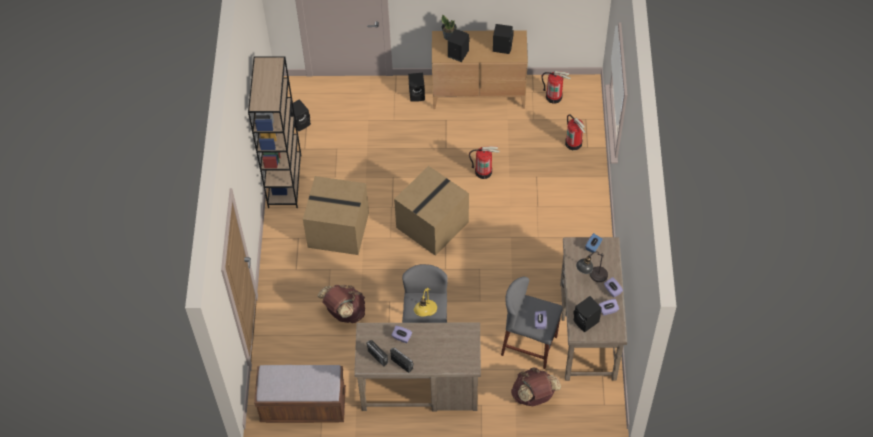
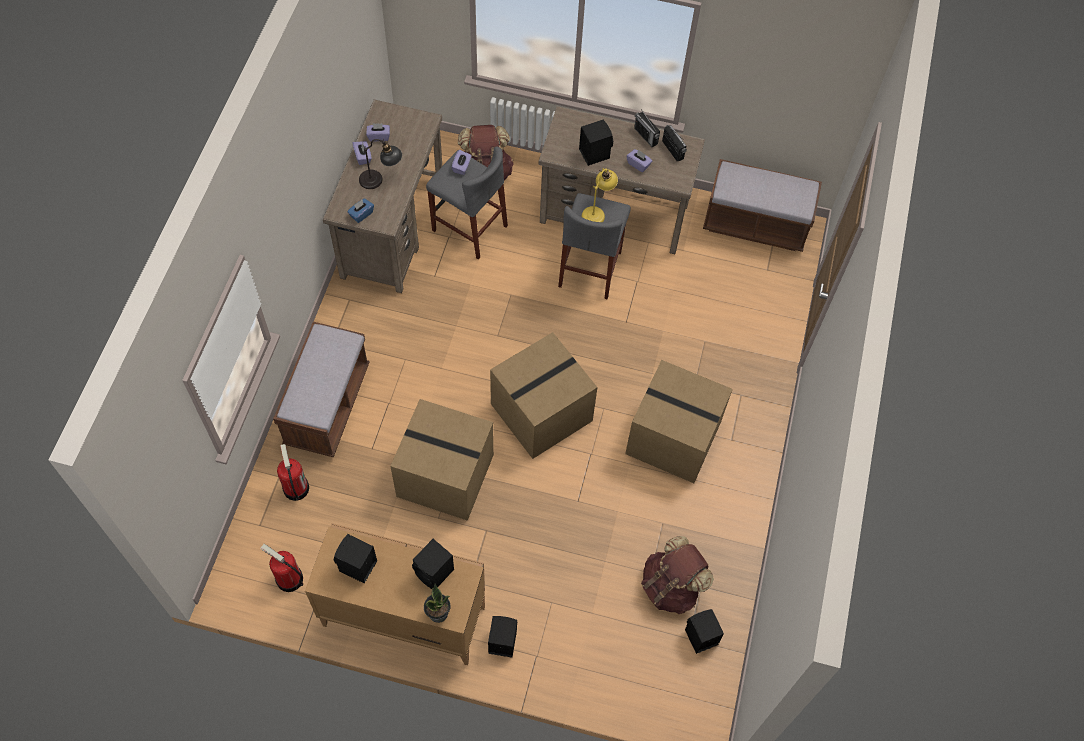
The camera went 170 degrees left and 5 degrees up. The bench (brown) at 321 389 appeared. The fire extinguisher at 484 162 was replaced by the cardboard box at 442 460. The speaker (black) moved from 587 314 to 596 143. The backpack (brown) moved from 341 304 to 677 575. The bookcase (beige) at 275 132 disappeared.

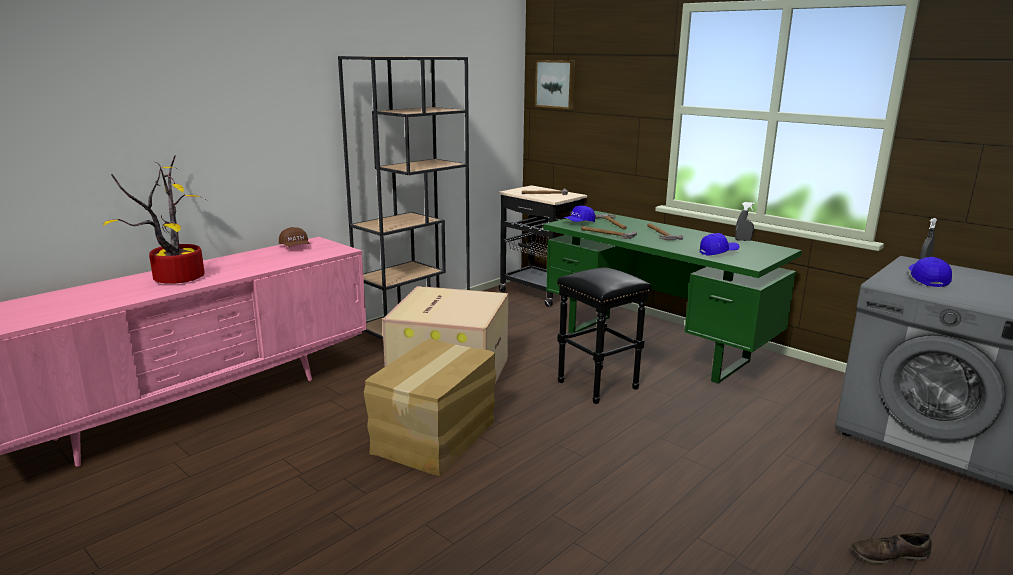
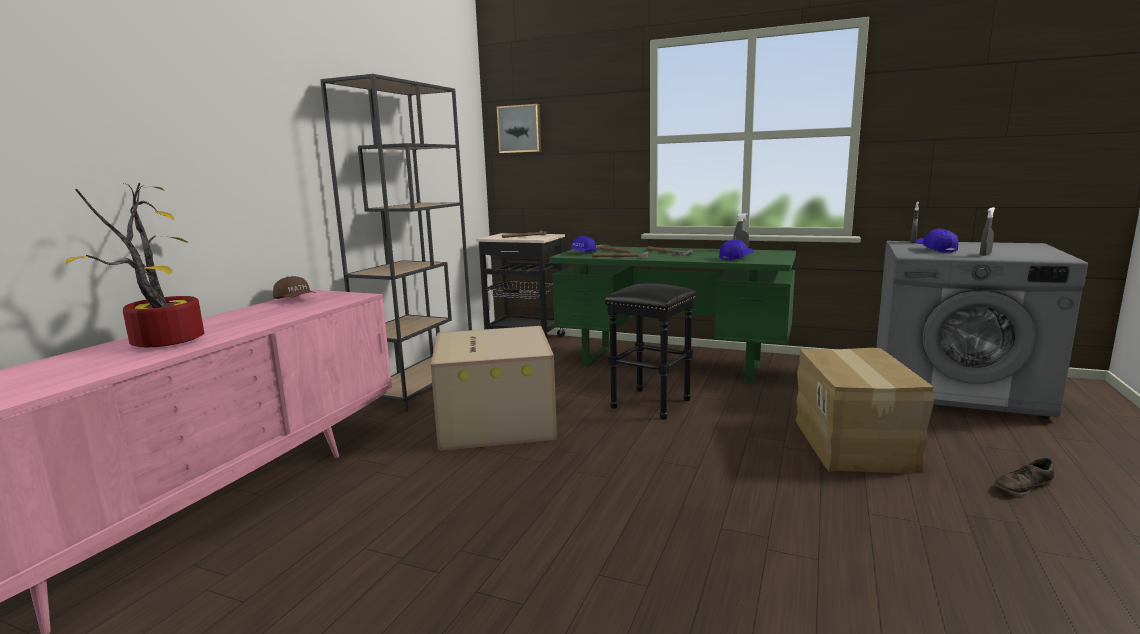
The camera went 20 degrees left and 5 degrees down. The cardboard box moved from 430 407 to 865 411. The spray bottle (grey) at 987 231 appeared.

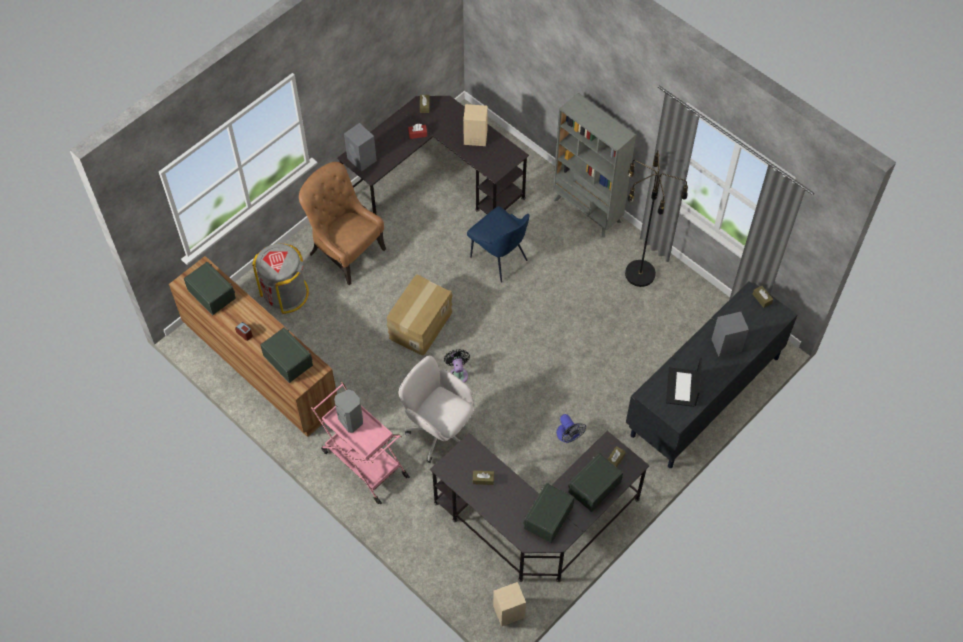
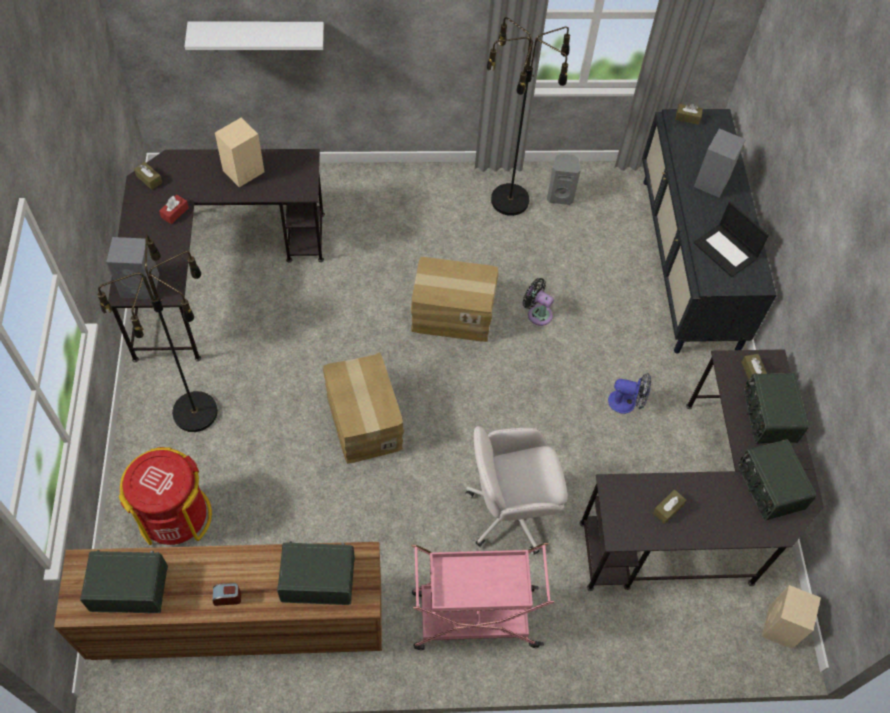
The camera went 50 degrees left and 0 degrees up. The chair (brown) at 342 223 was replaced by the floor lamp at 158 333. The trash can (grey) at 280 279 became the trash can (red) at 165 496. The shelf (white) at 254 36 appeared. The cardboard box at 454 299 appeared. The fan (black) moved from 457 366 to 538 302. The speaker (grey) moved from 348 411 to 564 179. The chair (blue) at 498 244 disappeared. The bookcase (grey) at 594 165 disappeared.

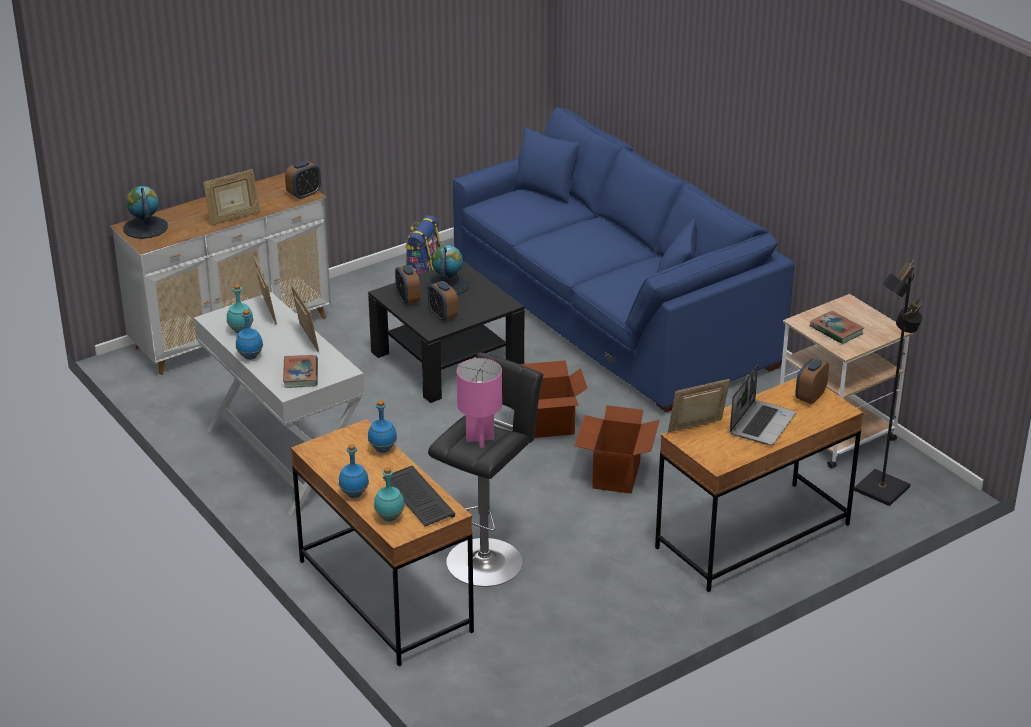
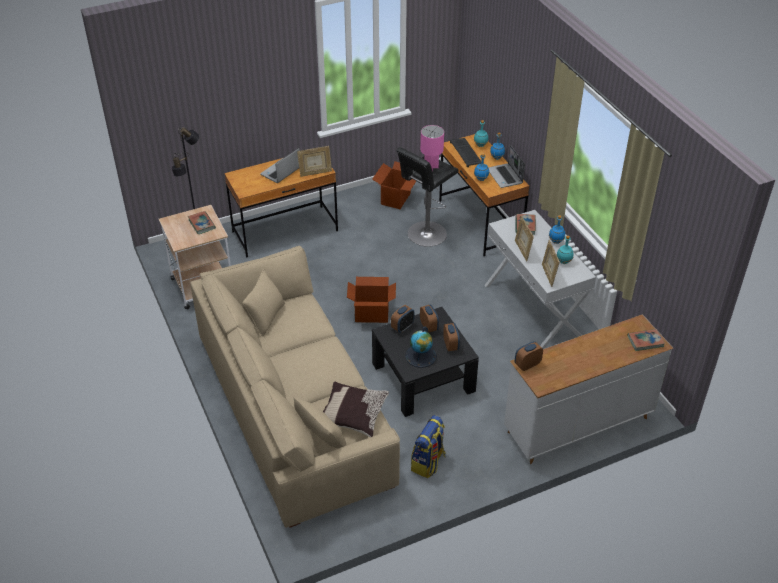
The camera went 170 degrees left and 10 degrees up. The sofa (blue) at 623 259 became the sofa (beige) at 295 387. The pillow at 356 409 appeared. The cardboard box moved from 617 449 to 394 185. The alarm clock moved from 812 381 to 402 319. The laptop at 506 166 appeared. The globe at 145 212 was replaced by the book at 646 340. The picture frame at 231 197 disappeared.

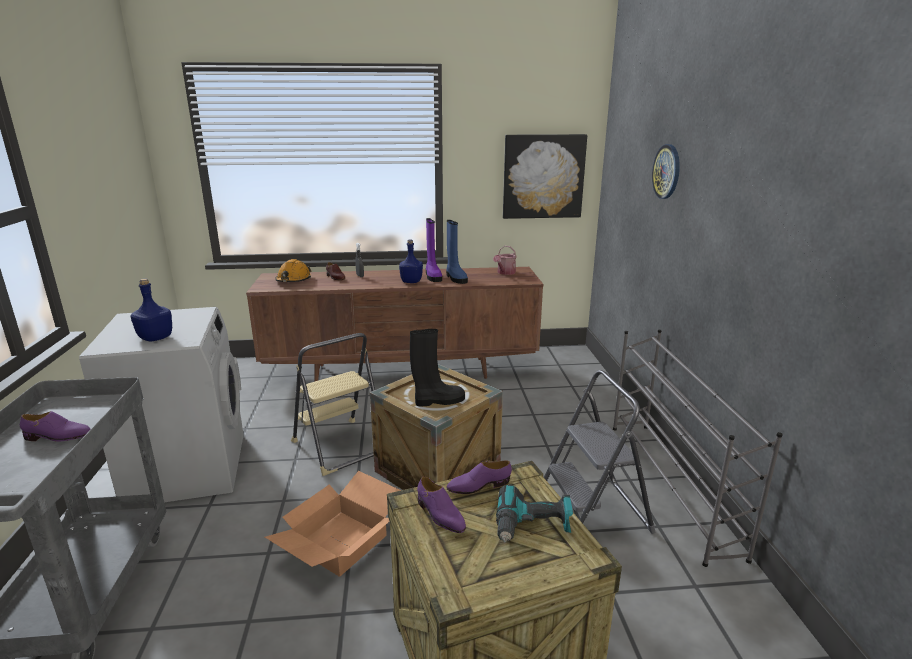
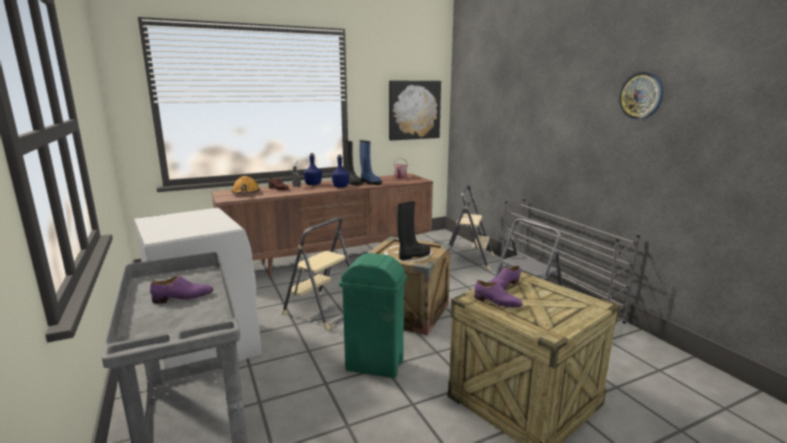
The camera went 20 degrees left and 5 degrees down. The bottle (blue) moved from 151 310 to 312 169. The cardboard box at 333 524 was replaced by the trash can (green) at 373 315. The boot (purple) at 434 250 became the boot (black) at 352 163. The step ladder (beige) at 472 227 appeared. The wall clock moved from 666 171 to 641 95. The power drill at 534 513 disappeared.

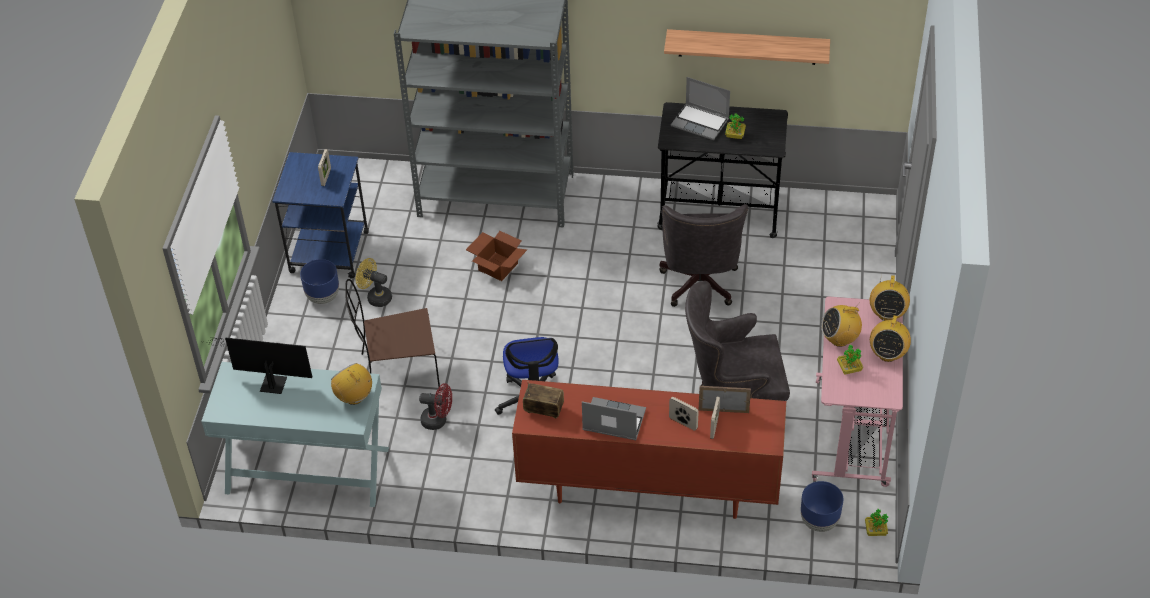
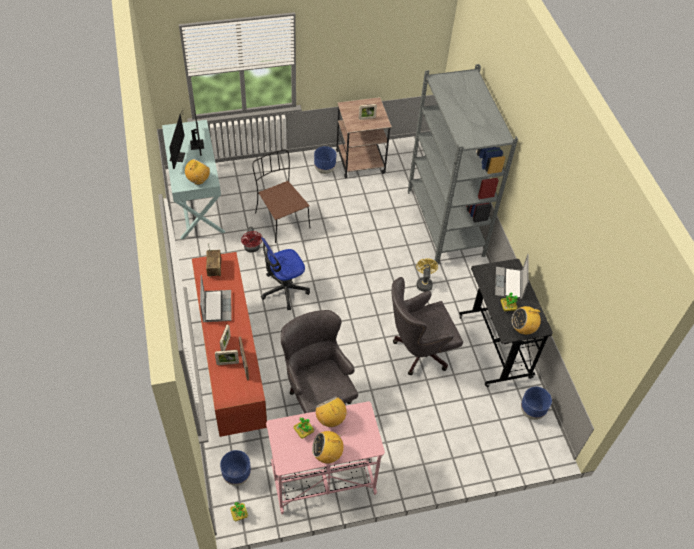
The camera went 65 degrees right and 5 degrees up. The monitor at 177 138 appeared. The cart (blue) at 320 215 became the cart (brown) at 364 137. The fan (yellow) moved from 374 282 to 427 275. The radio moved from 890 297 to 526 320. The planter (blue) at 536 403 appeared. The cardboard box at 496 256 disappeared. The shelf at 747 47 disappeared.

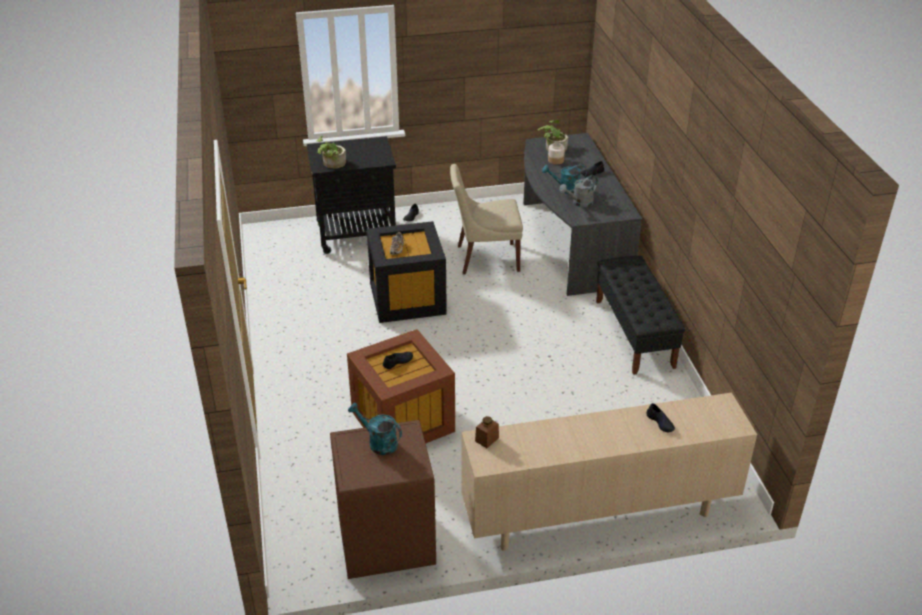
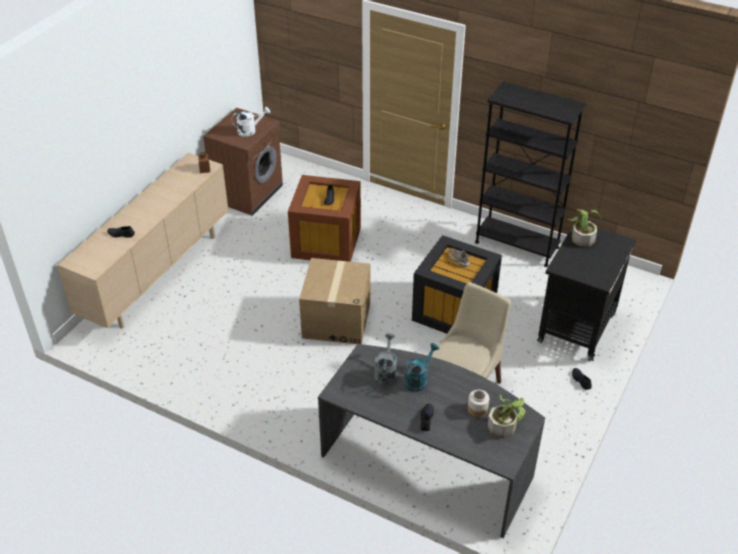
The camera went 130 degrees right and 5 degrees up. The watering can (turquoise) at 375 429 became the watering can (white) at 250 122. The cardboard box at 334 301 appeared. The bookcase (black) at 530 174 appeared. The bench (black) at 640 315 disappeared.

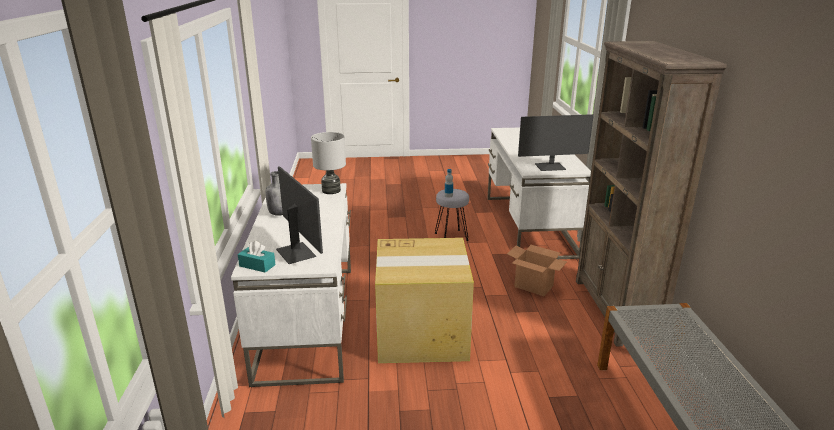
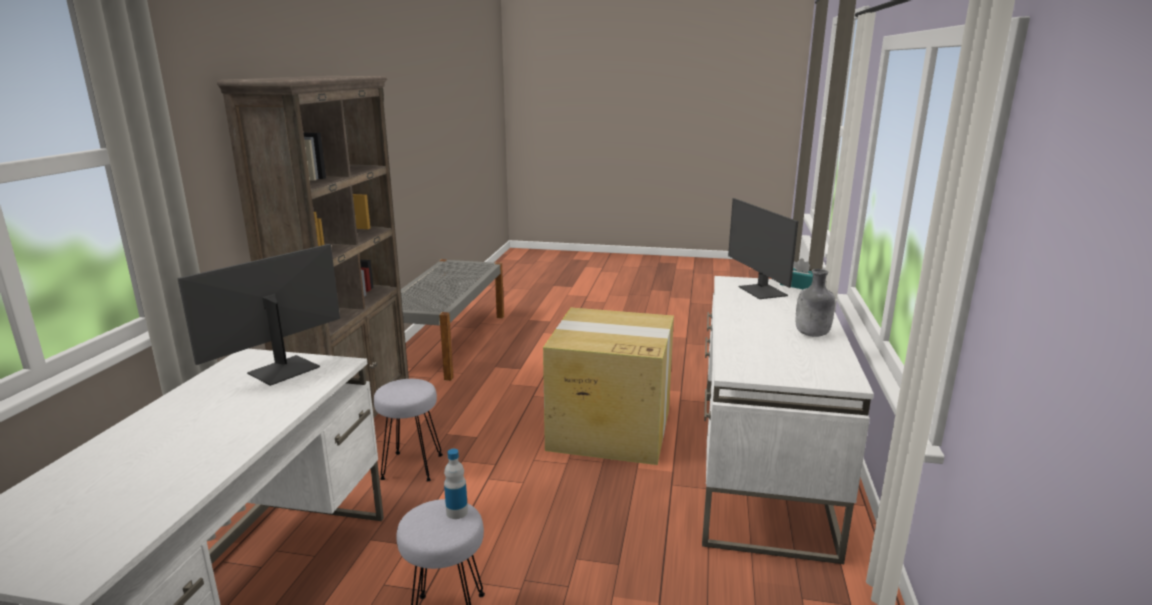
The camera went 165 degrees left and 5 degrees down. The monitor at 556 142 turned 60 degrees counterclockwise. The cardboard box at 537 270 was replaced by the stool (grey) at 408 430. The table lamp (grey) at 328 163 disappeared.

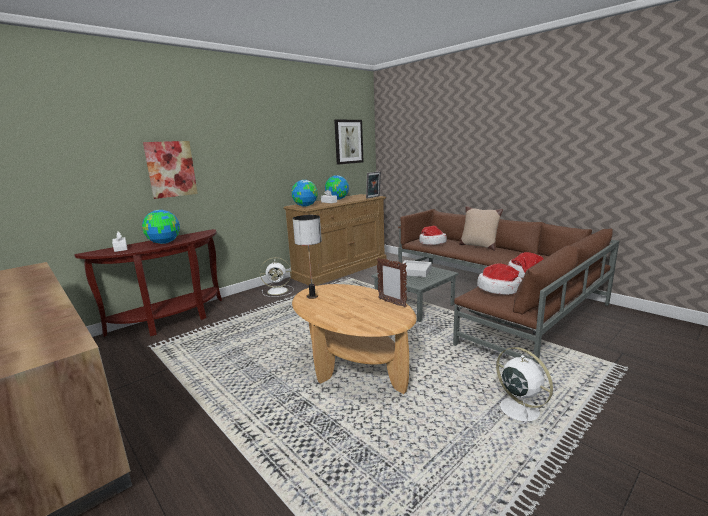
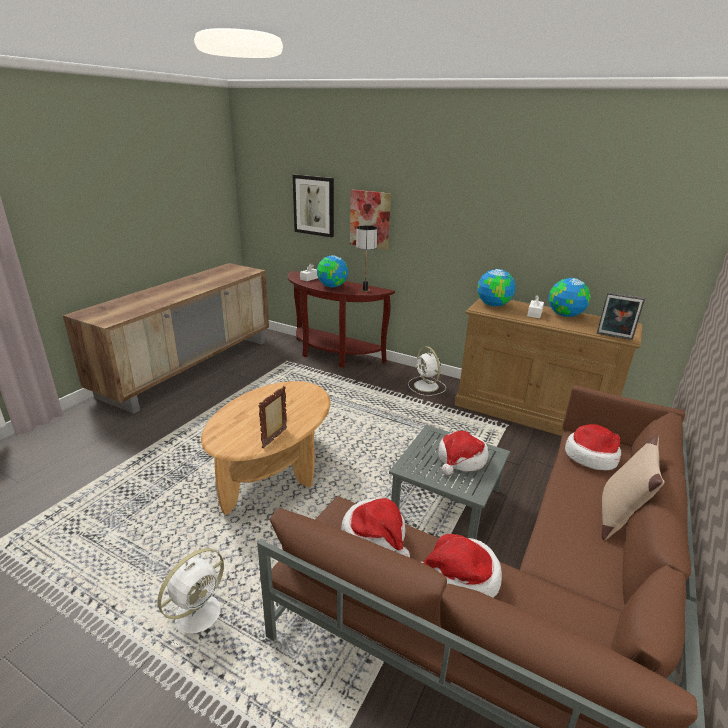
The camera went 70 degrees right and 10 degrees up. The picture moved from 349 142 to 313 206. The table lamp moved from 307 257 to 367 258. The tray (grey) at 417 268 was replaced by the hat at 463 453.

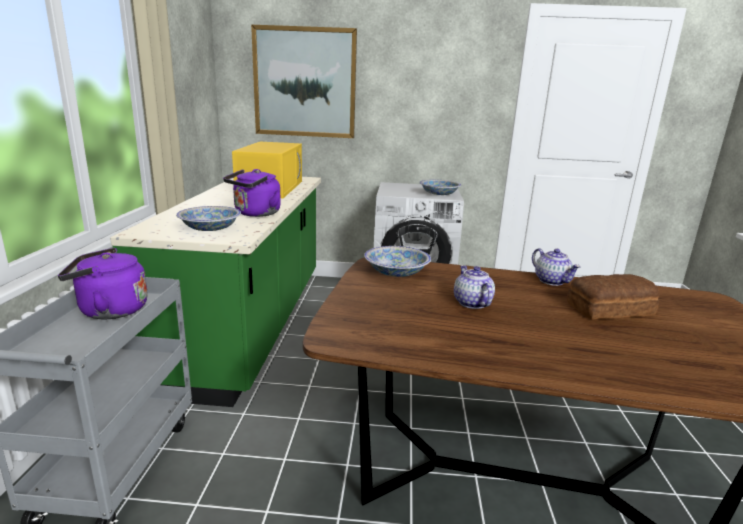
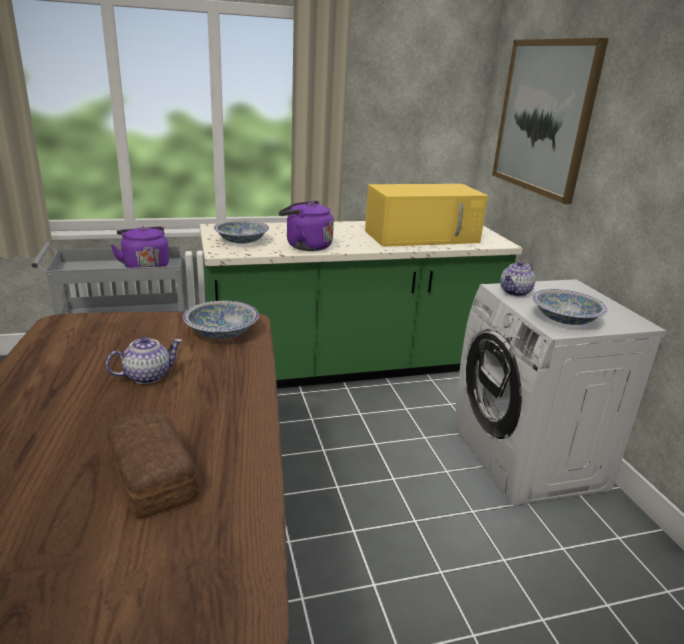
The camera went 70 degrees right and 5 degrees up. The teapot moved from 556 267 to 517 278.

